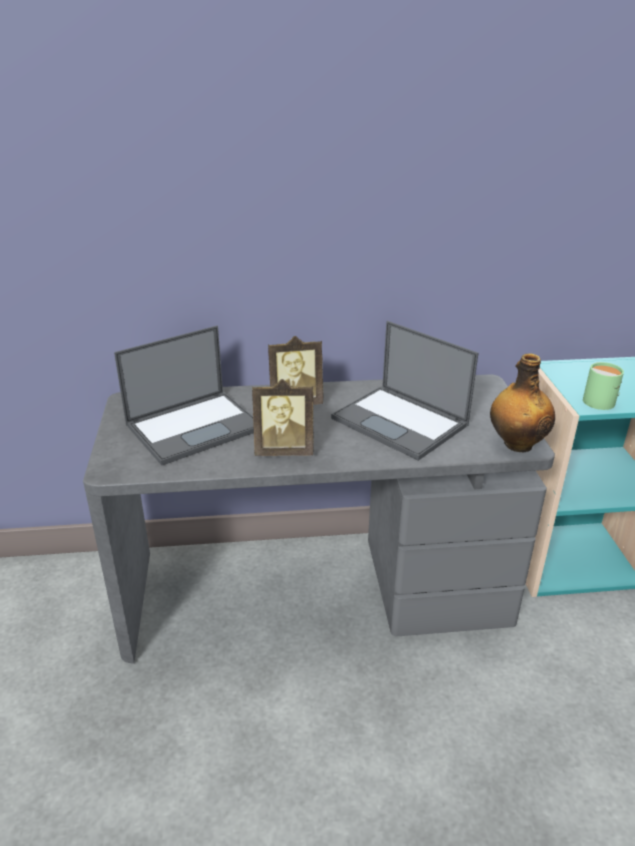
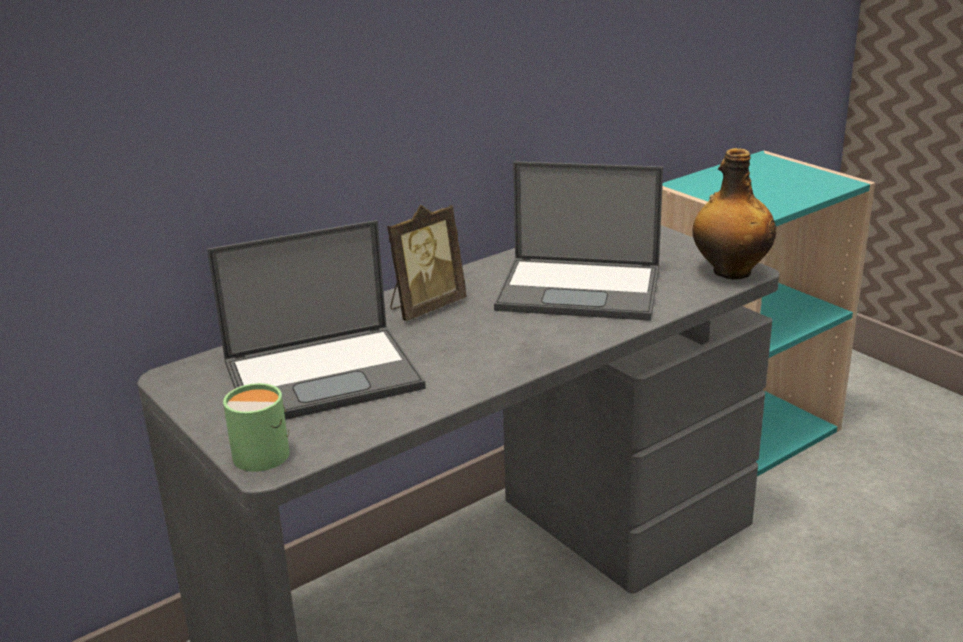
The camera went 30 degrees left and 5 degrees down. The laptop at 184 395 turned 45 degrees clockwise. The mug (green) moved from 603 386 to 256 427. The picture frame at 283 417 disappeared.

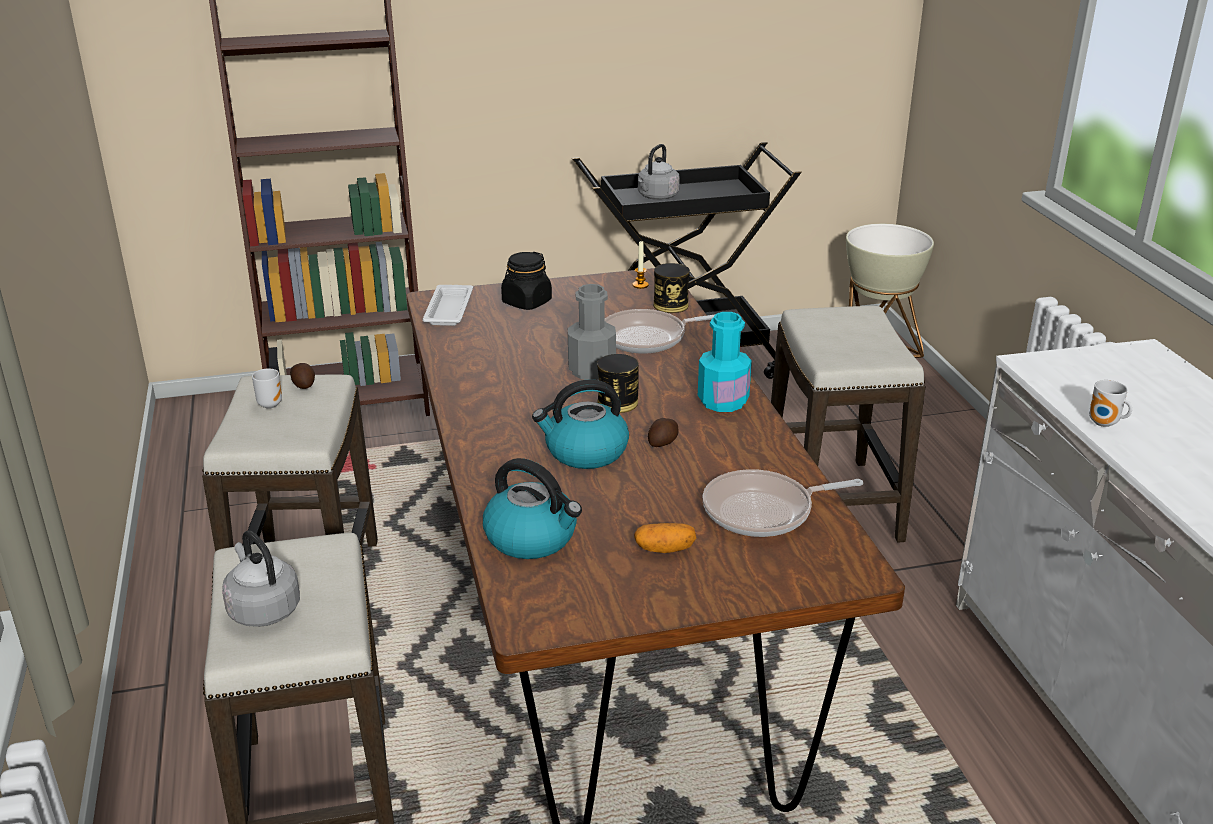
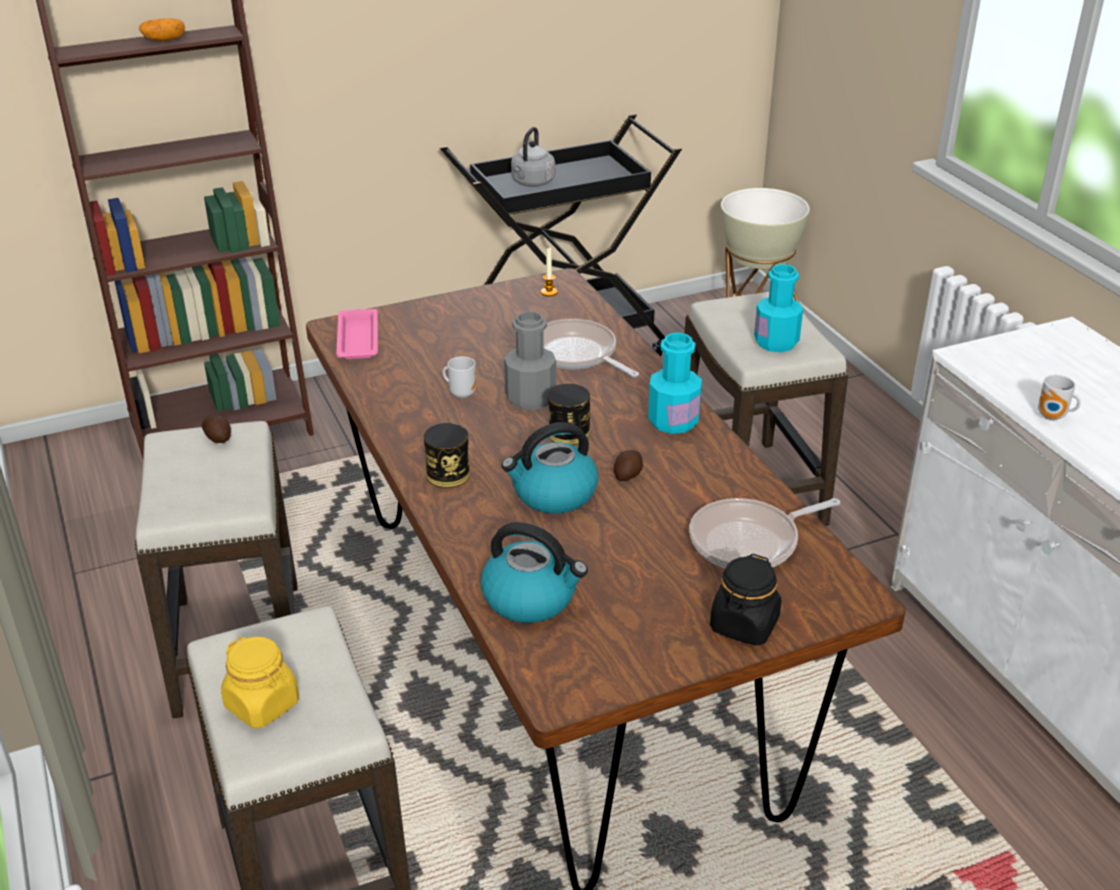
The camera went 10 degrees left and 5 degrees up. The potato moved from 665 538 to 162 30. The kettle (grey) at 261 578 was replaced by the jar (yellow) at 260 682. The tray (white) at 448 305 became the tray (pink) at 357 334. The can moved from 672 288 to 447 455. The mug moved from 267 389 to 459 377. The frying pan at 659 331 turned 75 degrees clockwise. The jar (black) moved from 526 281 to 746 600. The bottle (turquoise) at 778 308 appeared.

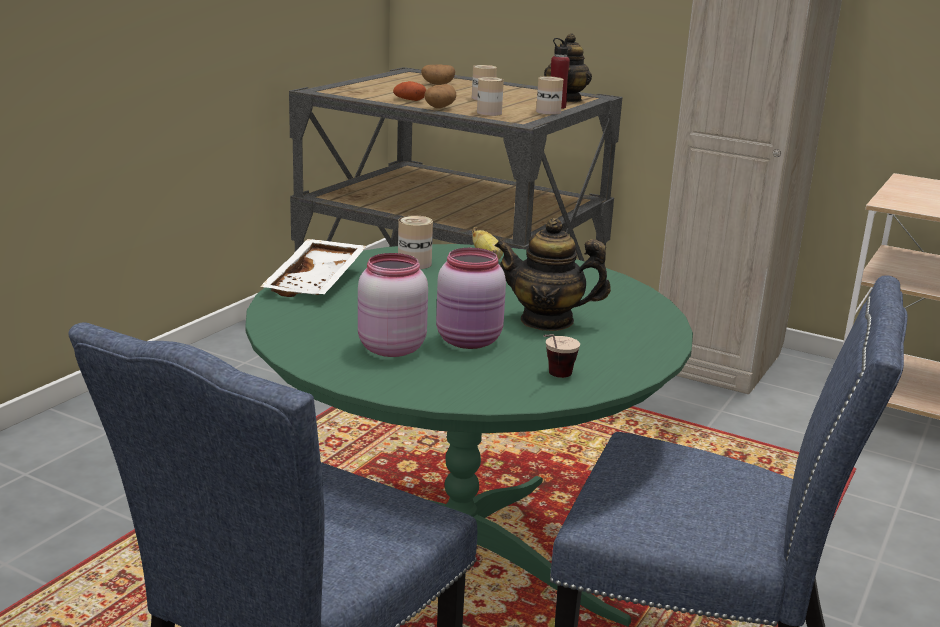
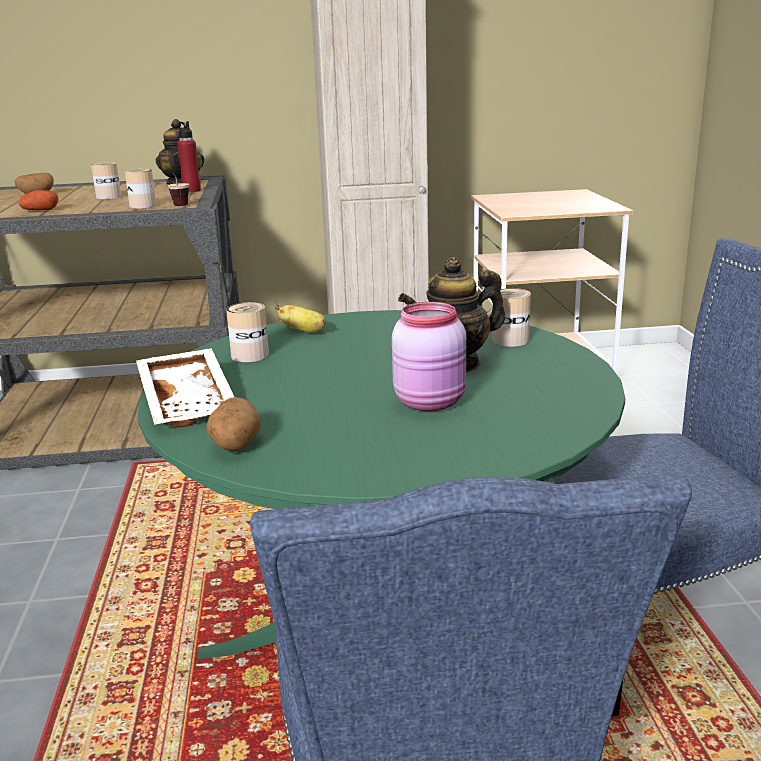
The camera went 35 degrees left and 0 degrees up. The cup moved from 562 356 to 178 190. The potato moved from 440 96 to 234 424. The can moved from 549 95 to 511 317. The jar (pink) at 393 305 disappeared.

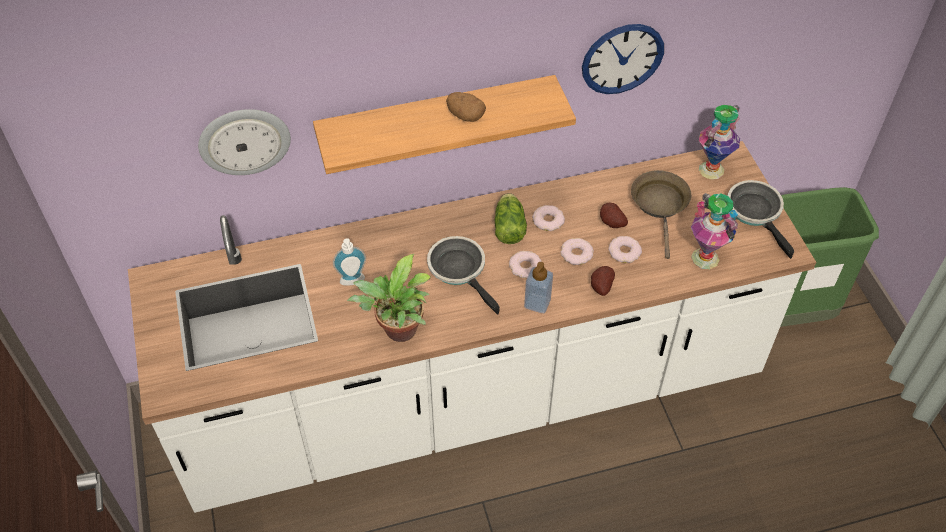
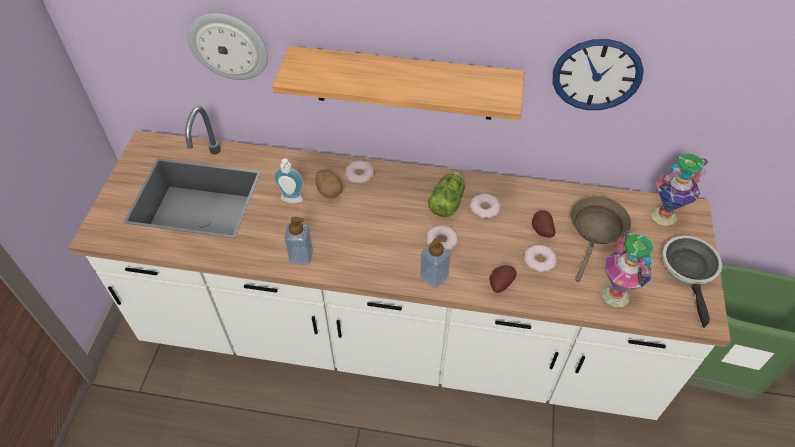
The camera went 25 degrees right and 0 degrees up. The potted plant at 389 298 was replaced by the soap dispenser at 298 240. The potato moved from 466 107 to 328 184. The donut moved from 577 251 to 359 172. The frying pan at 463 275 disappeared.

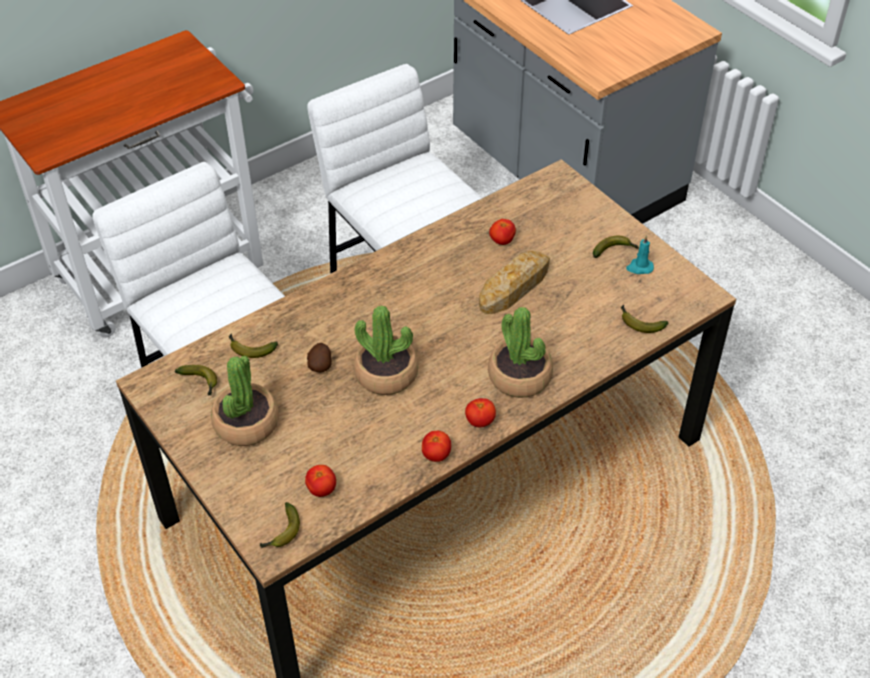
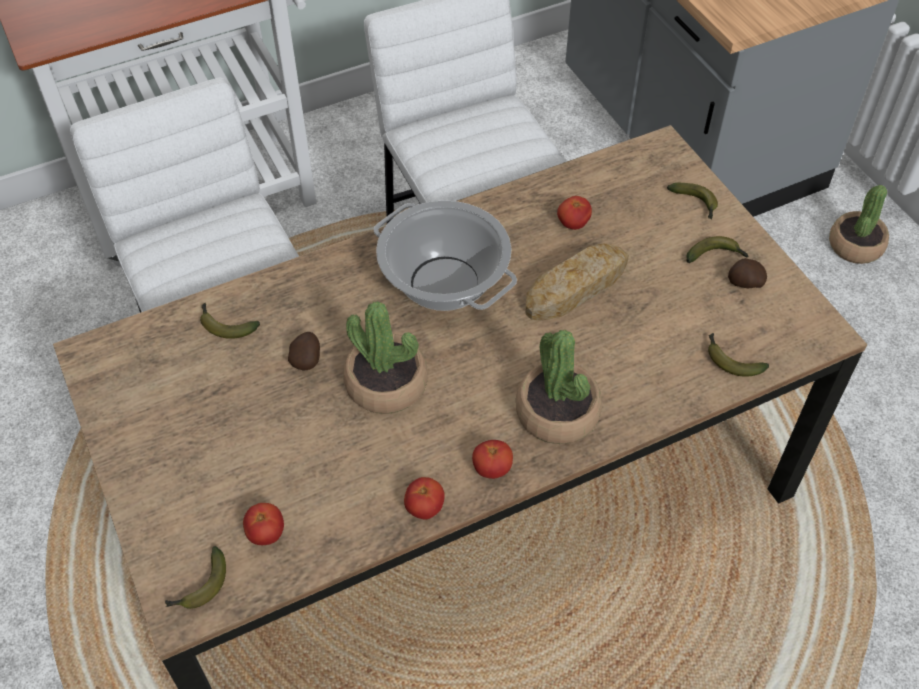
The camera went 10 degrees right and 5 degrees up. The cooking pot at 445 255 appeared. The banana moved from 196 380 to 692 201. The candle (turquoise) at 640 254 was replaced by the potato at 747 273. The potted plant moved from 245 401 to 859 224.

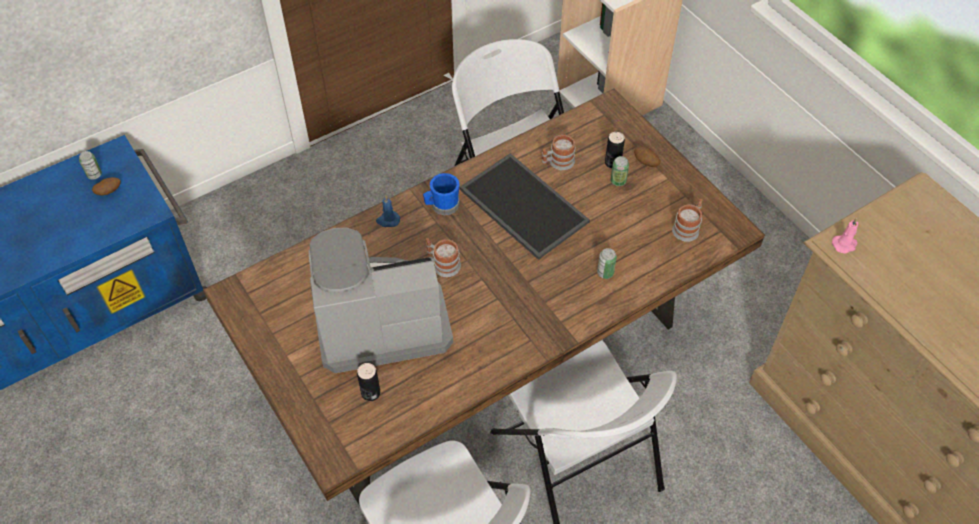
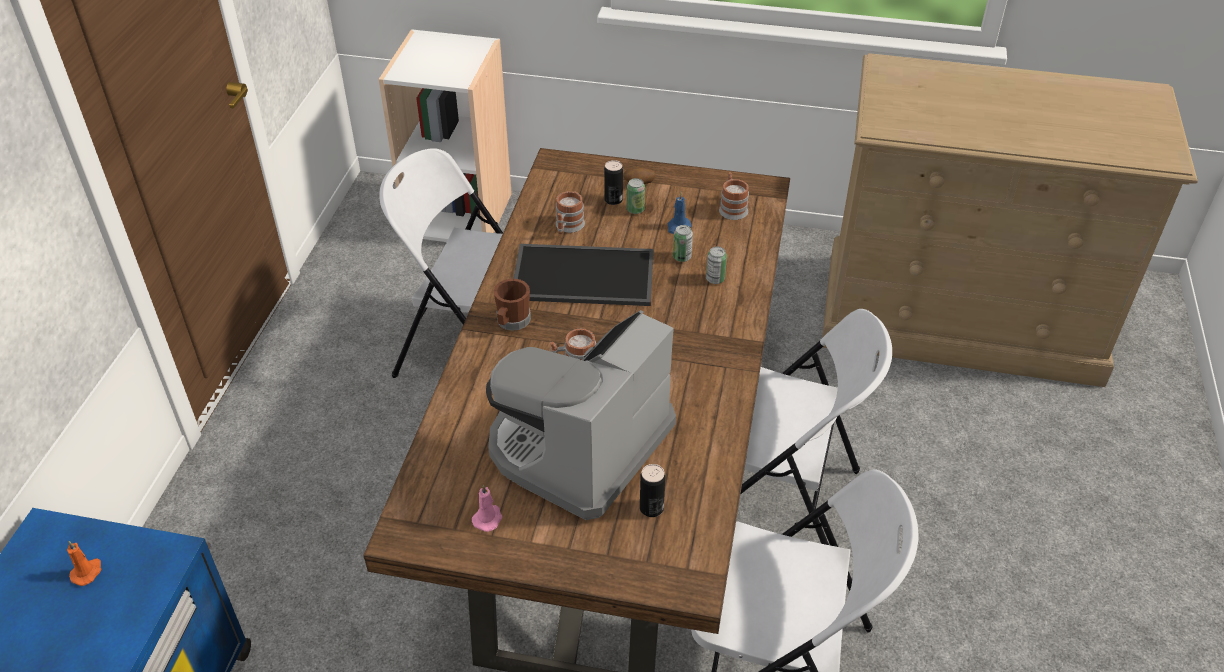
The camera went 45 degrees left and 10 degrees down. The potato at 106 186 was replaced by the candle (orange) at 84 563. The candle (pink) moved from 845 236 to 487 508. The mug (blue) at 441 194 became the mug (brown) at 512 305. The candle (blue) moved from 388 211 to 680 213. The can moved from 90 165 to 683 243.

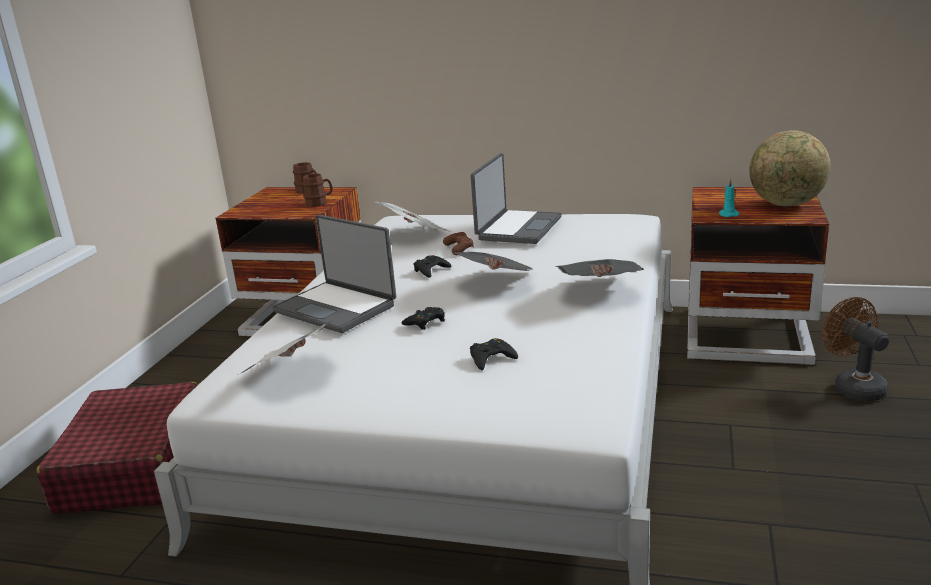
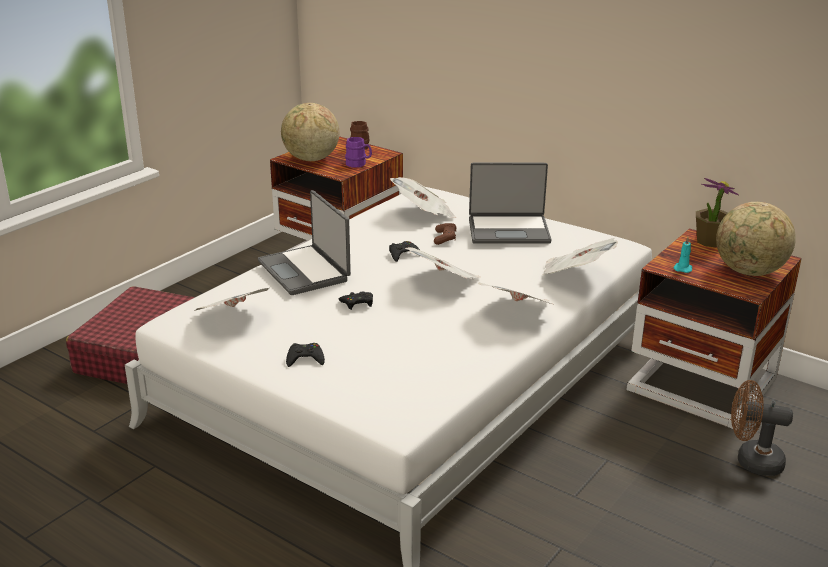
The camera went 20 degrees right and 5 degrees up. The globe at 310 132 appeared. The game controller (black) moved from 494 354 to 305 355. The mug (brown) at 317 190 became the mug (purple) at 358 152. The laptop at 516 198 turned 45 degrees clockwise. The newspaper at 580 256 appeared. The potted plant at 717 212 appeared. The fan (brown) at 856 349 turned 75 degrees counterclockwise.

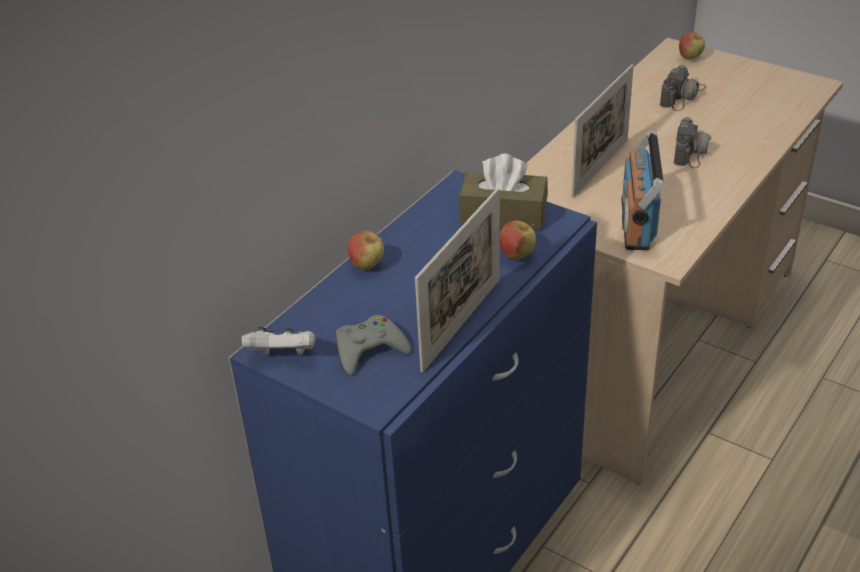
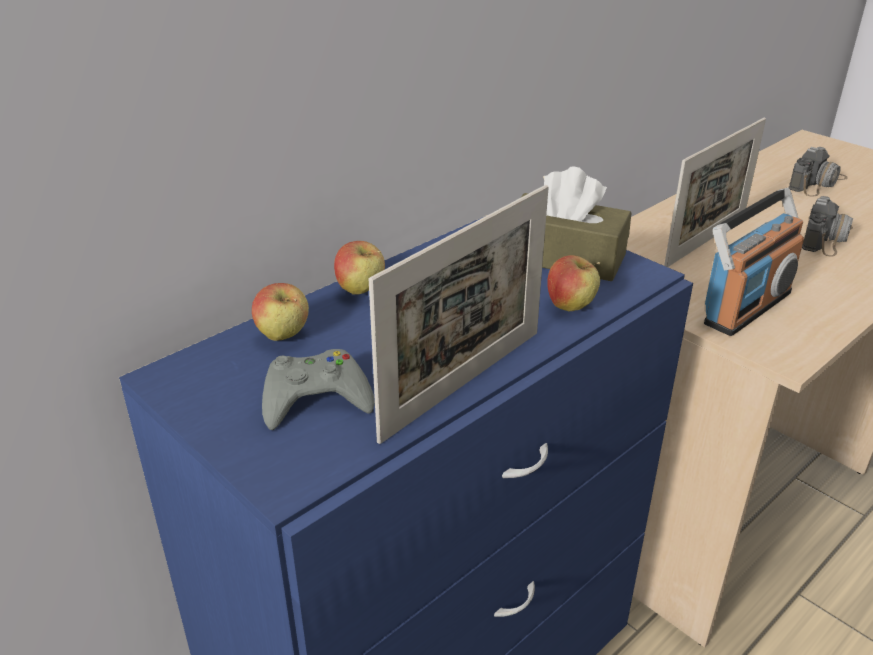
The camera went 10 degrees right and 5 degrees down. The apple moved from 692 46 to 280 312. The radio at 642 190 turned 150 degrees counterclockwise. The game controller (white) at 278 341 disappeared.

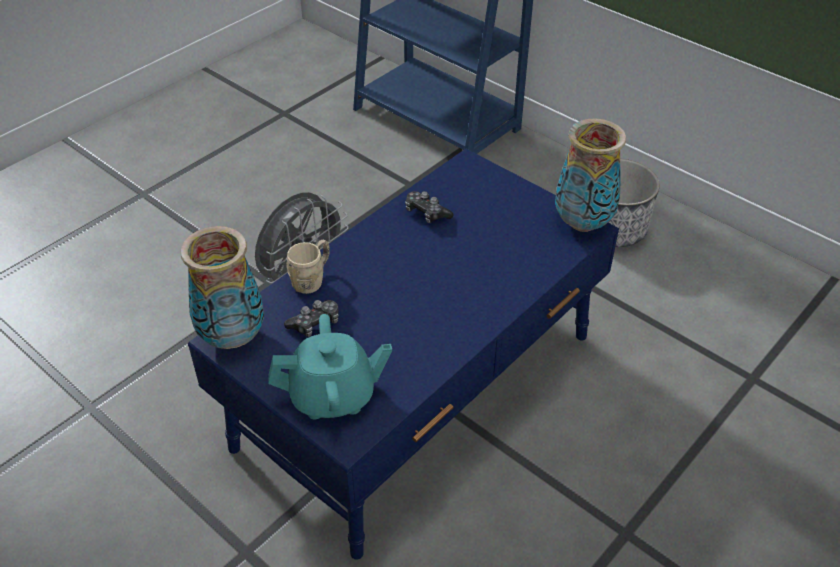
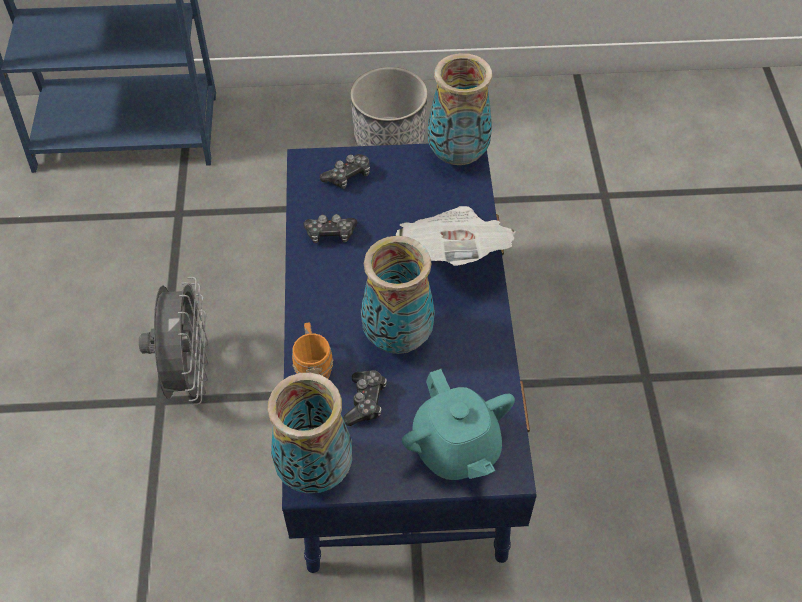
The camera went 45 degrees left and 10 degrees up. The mug (beige) at 308 267 became the mug (orange) at 313 350. The game controller at 345 171 appeared. The vase at 398 295 appeared. The newspaper at 455 236 appeared. The teapot (turquoise) at 330 366 turned 120 degrees clockwise.

